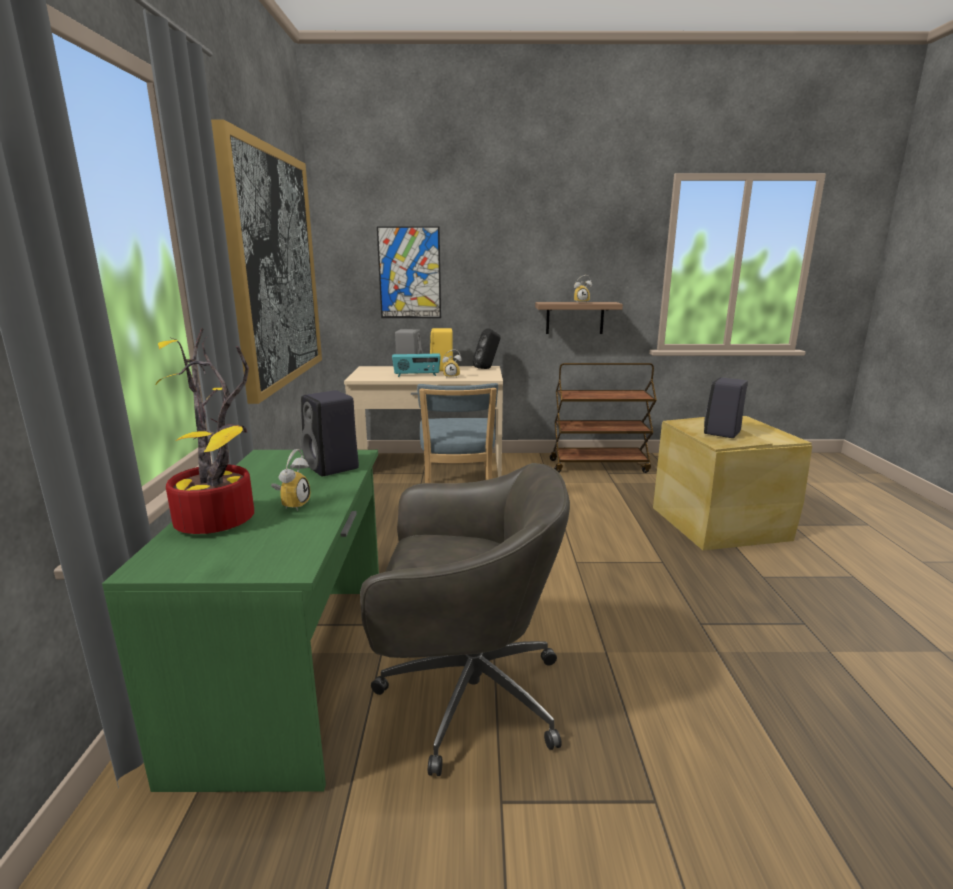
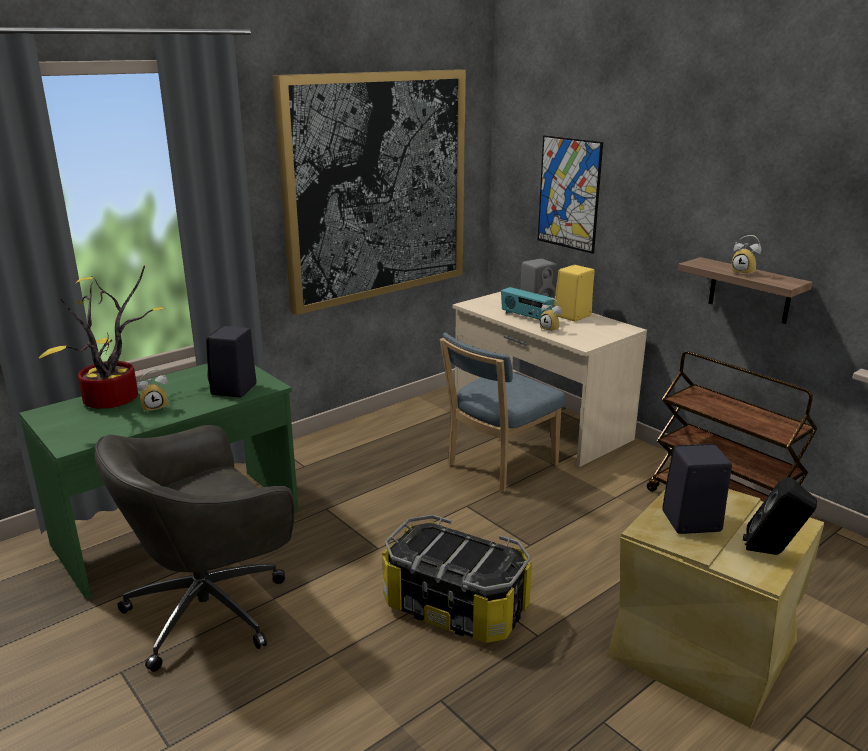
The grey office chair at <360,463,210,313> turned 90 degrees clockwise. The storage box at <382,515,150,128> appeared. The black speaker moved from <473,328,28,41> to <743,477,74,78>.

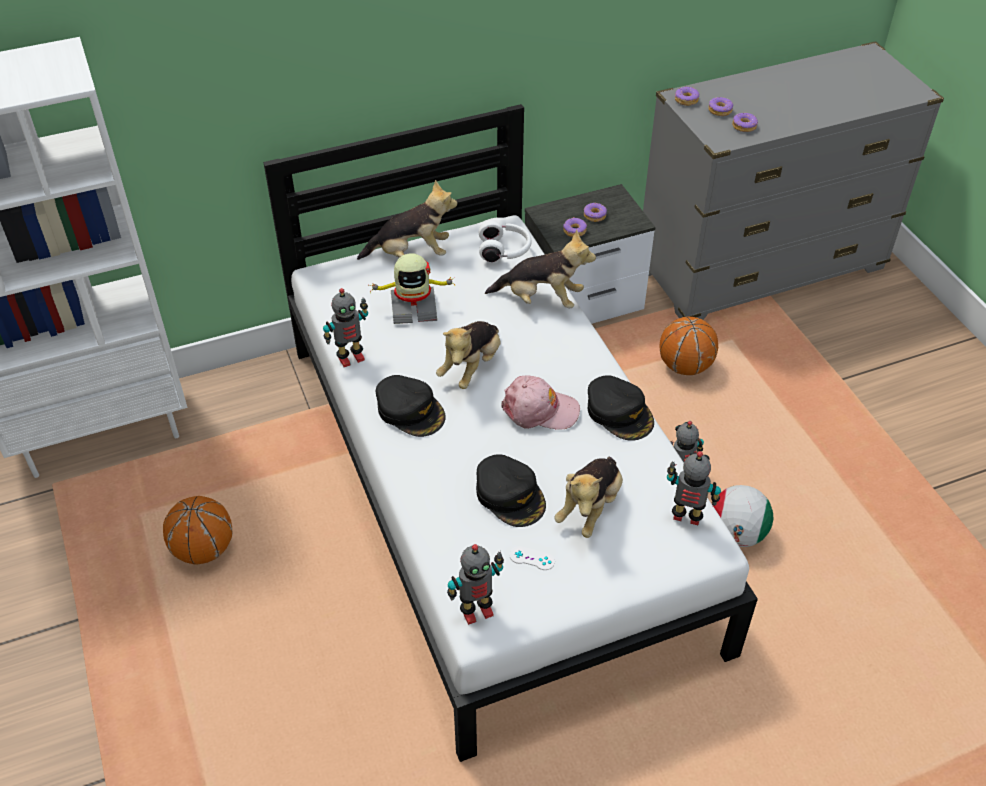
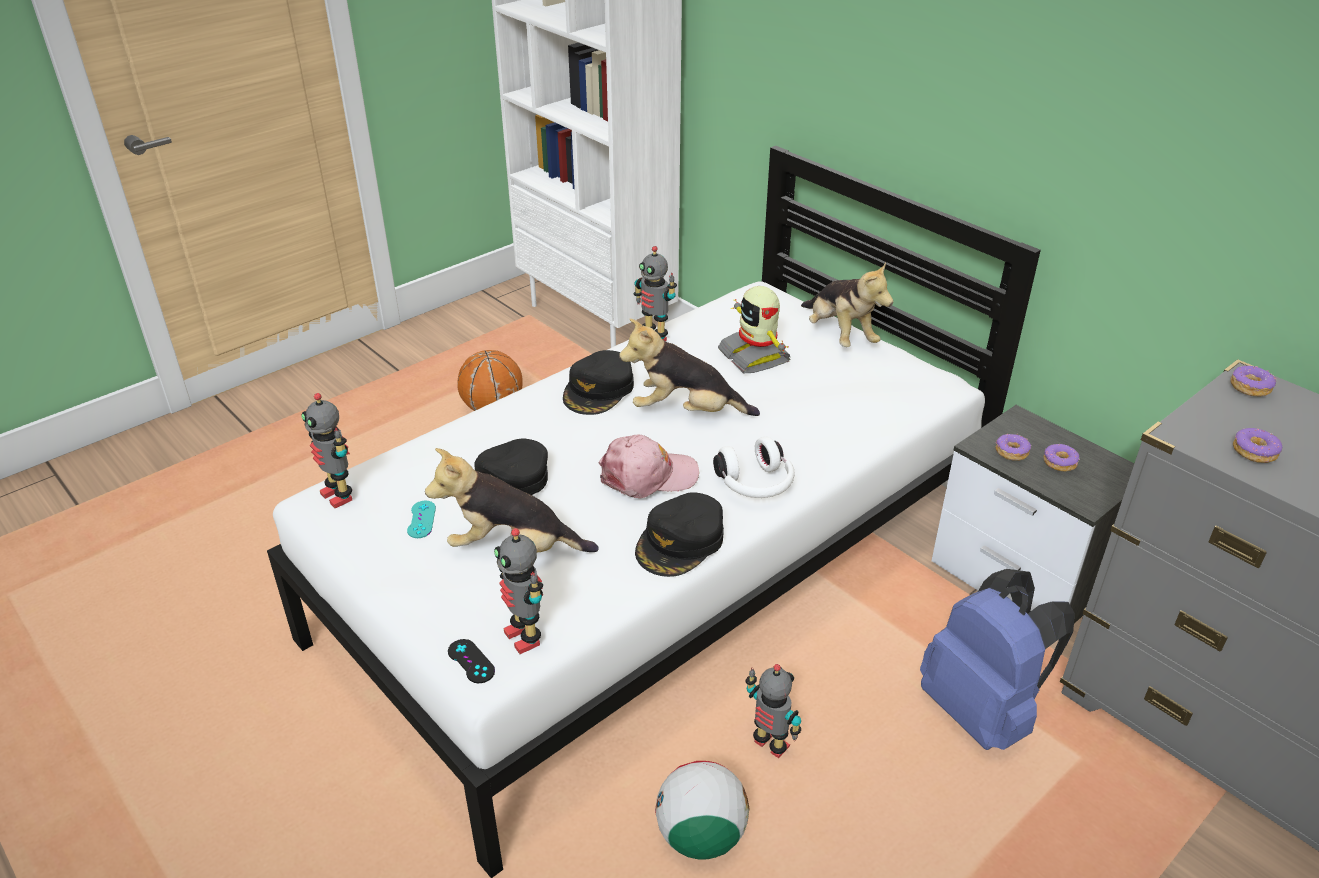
The white game controller at <509,546,46,24> became the turquoise game controller at <407,501,29,37>. The black game controller at <448,639,47,44> appeared. The toy robot at <667,451,54,74> turned 150 degrees clockwise. The pink cap at <501,375,79,54> turned 90 degrees counterclockwise. The white headphones moved from <479,221,52,41> to <713,437,82,61>. The basketball at <660,317,58,58> was replaced by the blue backpack at <920,569,155,181>. The plush toy at <485,229,111,79> disappeared. The donut at <708,97,25,19> disappeared.

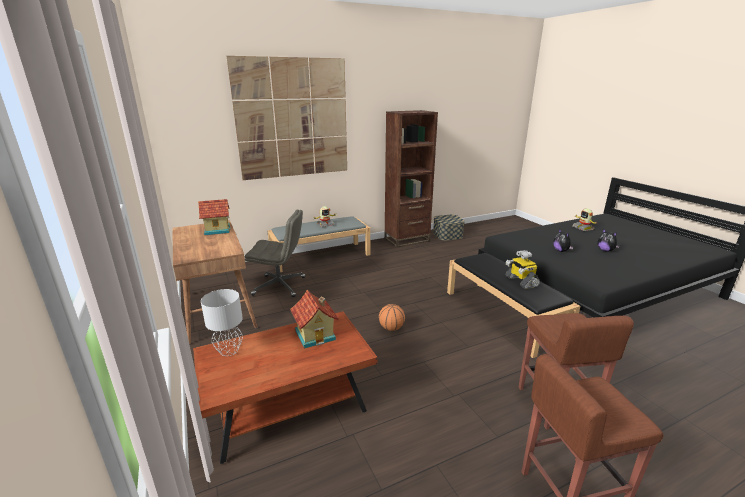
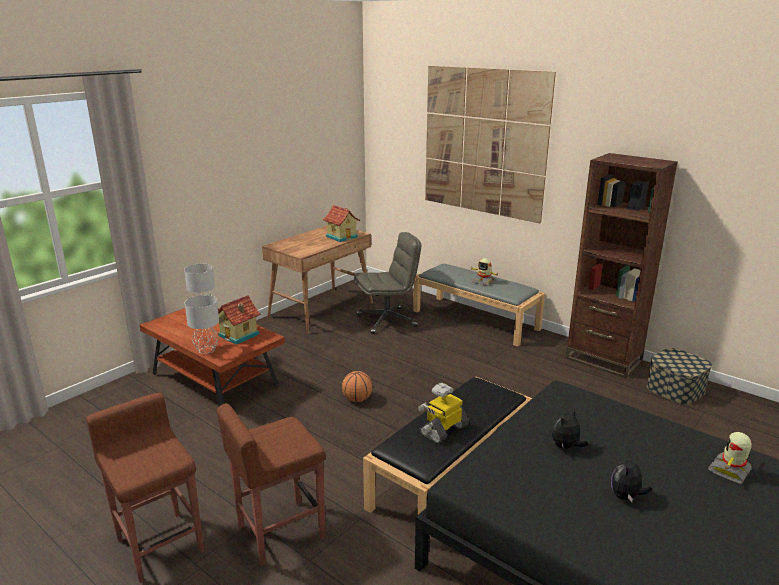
The grey table lamp at <185,295,34,59> appeared. The grey office chair at <245,209,60,88> turned 90 degrees counterclockwise.

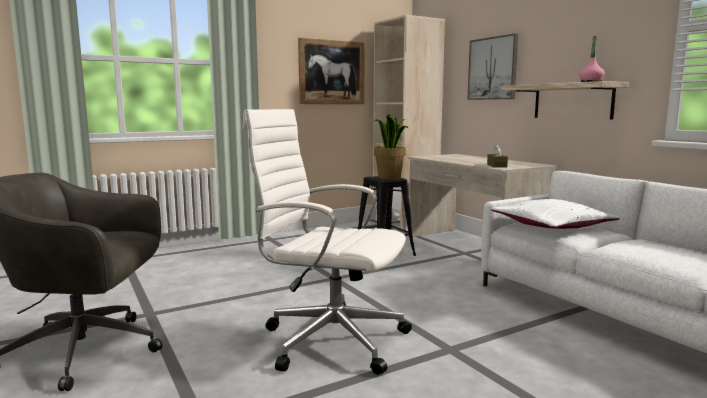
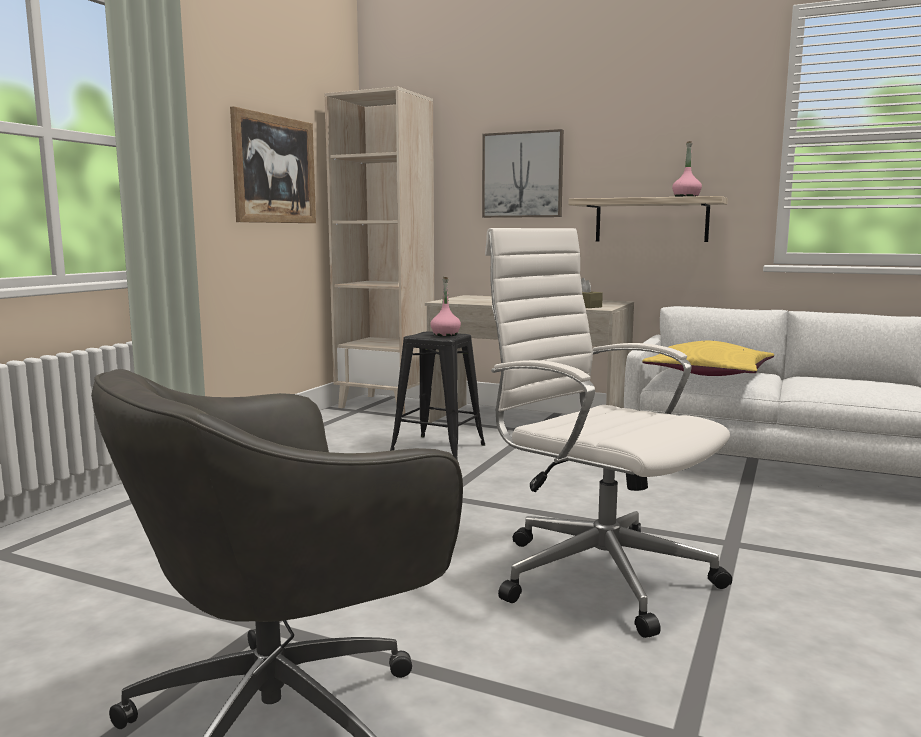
The potted plant at <374,114,34,66> was replaced by the pink bottle at <430,277,31,60>. The white office chair at <243,109,169,266> turned 60 degrees clockwise. The white pillow at <491,199,129,30> became the yellow pillow at <642,341,132,35>.

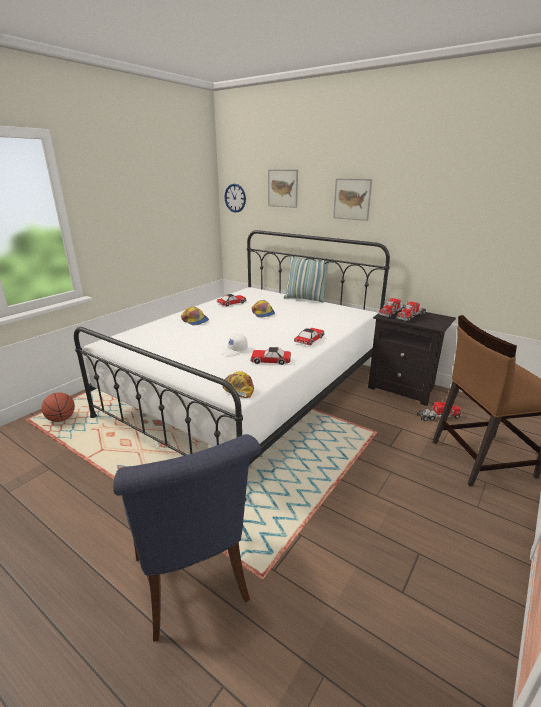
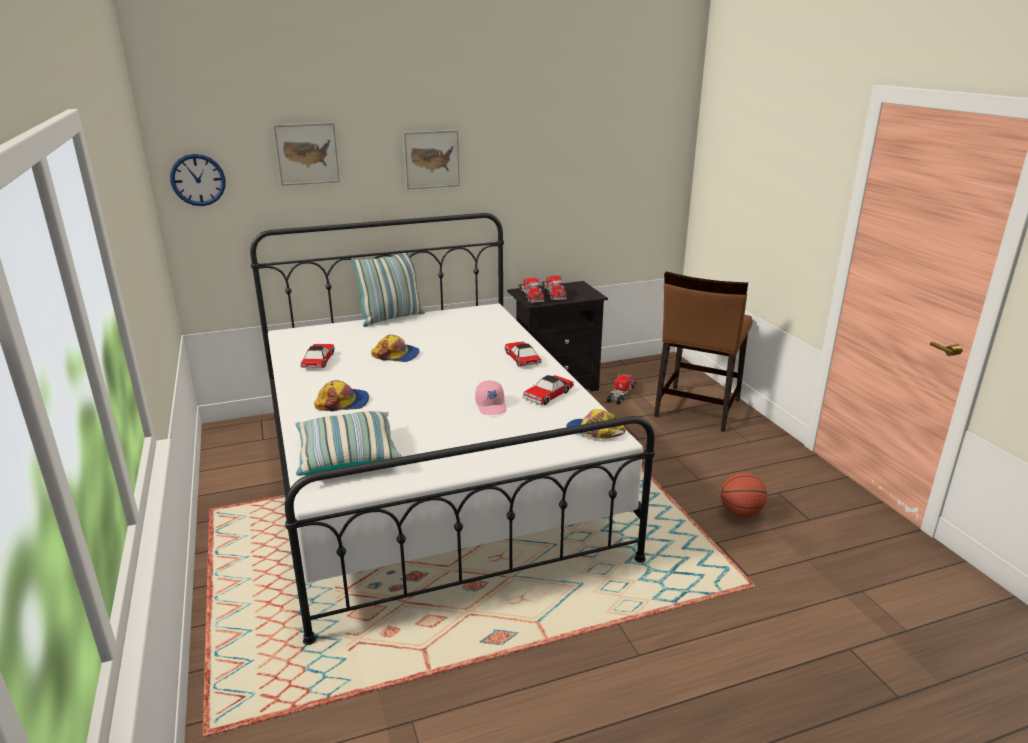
The pillow at <295,411,107,65> appeared. The white cap at <221,334,27,22> became the pink cap at <475,380,31,35>. The basketball moved from <42,392,33,30> to <721,472,46,46>. The blue chair at <113,434,148,208> disappeared.

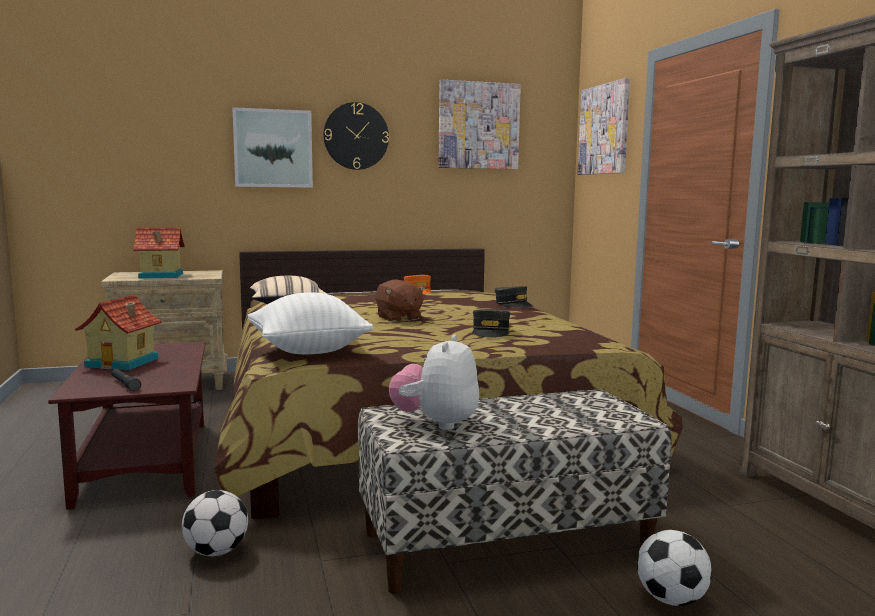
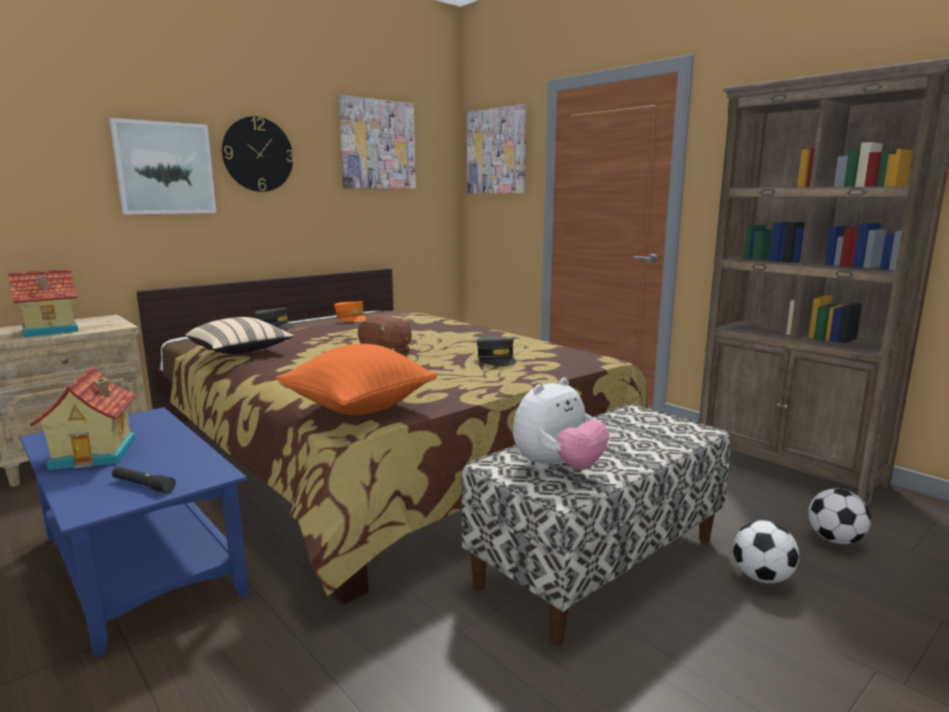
The brown coffee table at <48,342,158,168> became the blue coffee table at <20,407,229,251>. The grey cap moved from <494,286,40,22> to <254,308,41,21>. The white pillow at <248,292,125,62> became the orange pillow at <276,344,161,71>. The plush toy at <389,334,90,96> turned 120 degrees counterclockwise. The football moved from <182,490,66,66> to <808,489,63,55>.

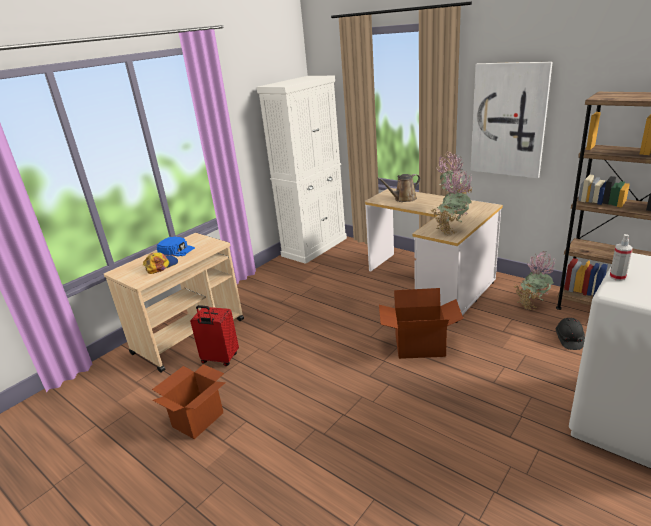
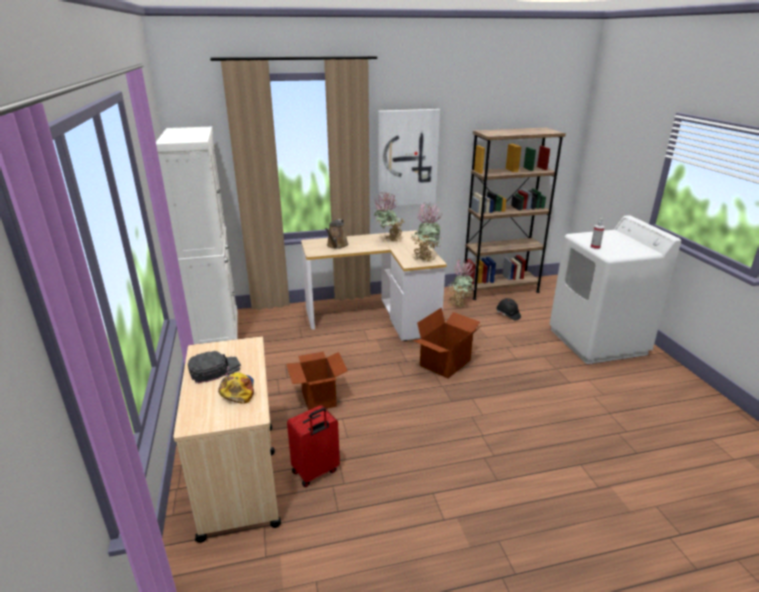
The blue cap at <157,237,38,19> became the black cap at <188,351,53,33>. The cardboard box moved from <152,364,74,75> to <286,352,62,59>.

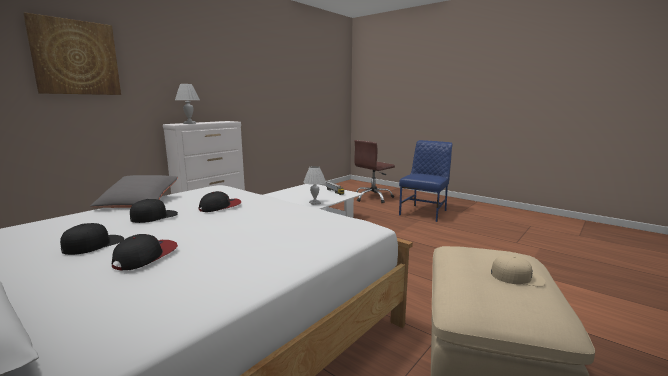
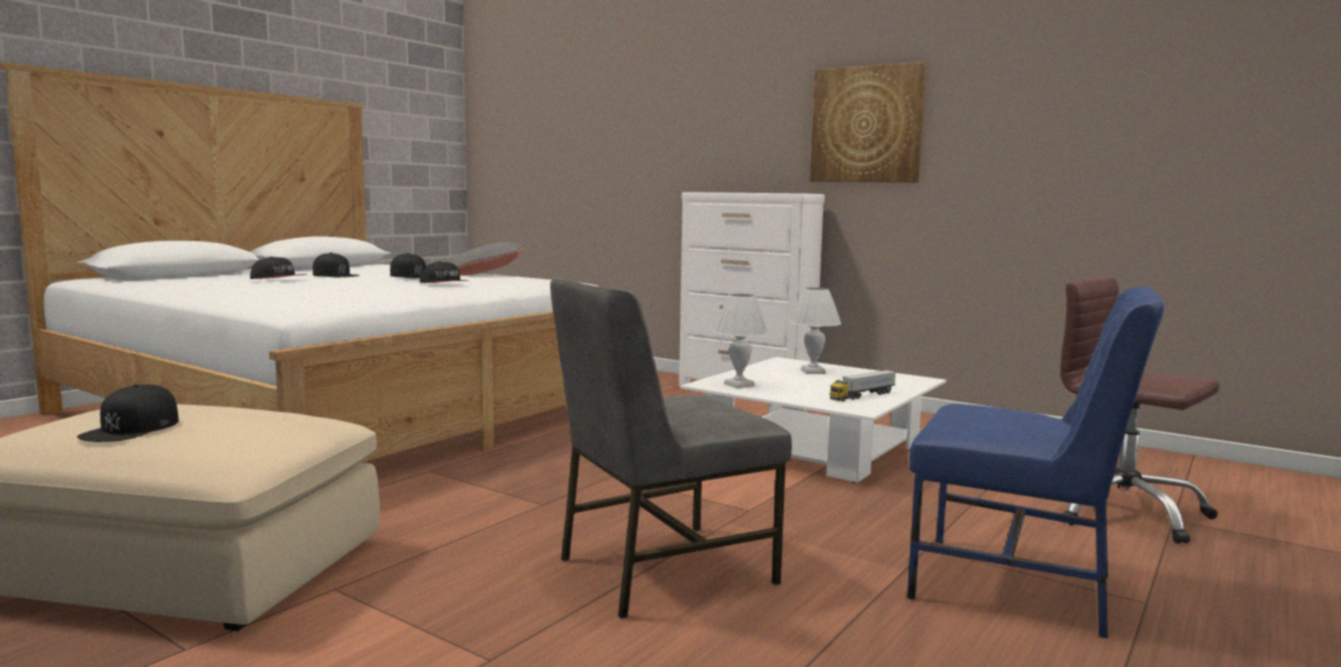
The beige cap at <491,255,55,32> became the black cap at <77,384,102,58>. The grey chair at <550,277,242,342> appeared. The white table lamp moved from <175,84,25,40> to <790,287,51,87>. The picture moved from <23,12,98,83> to <810,62,116,121>.

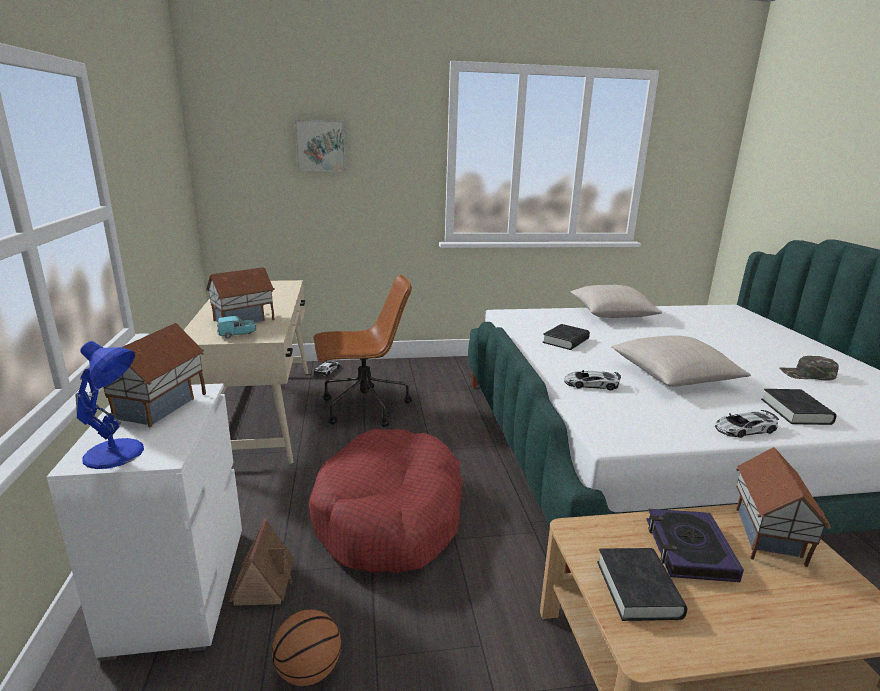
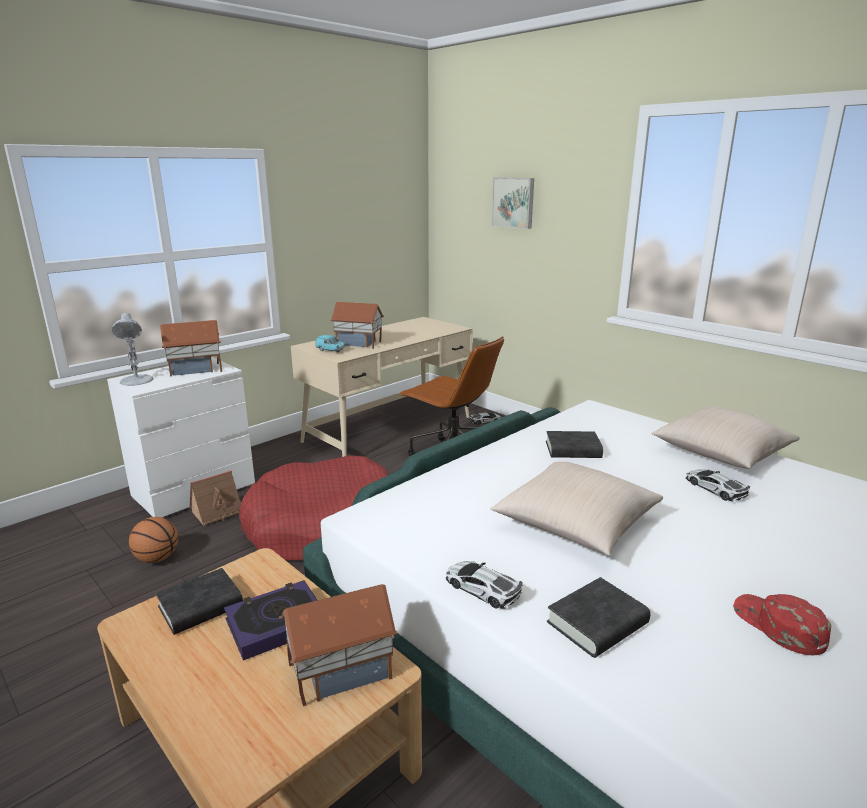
The blue table lamp at <75,341,69,128> became the white table lamp at <112,313,41,73>. The toy car moved from <564,370,57,21> to <686,469,64,32>. The green cap at <779,356,60,25> became the red cap at <733,594,99,61>.

